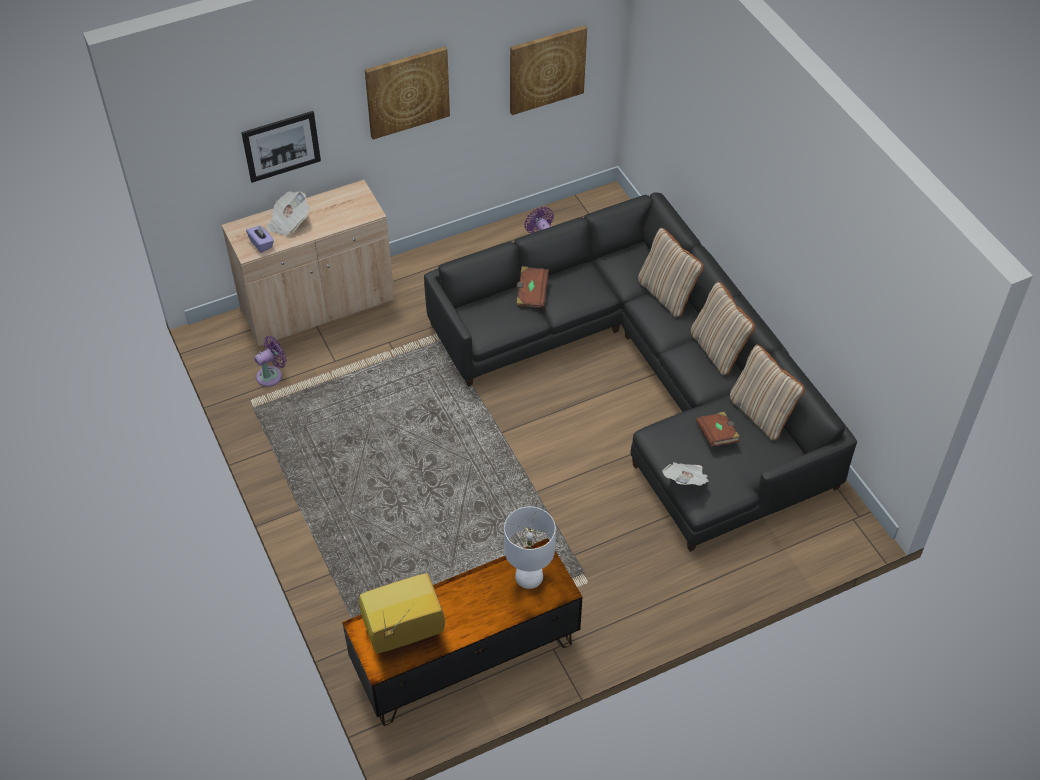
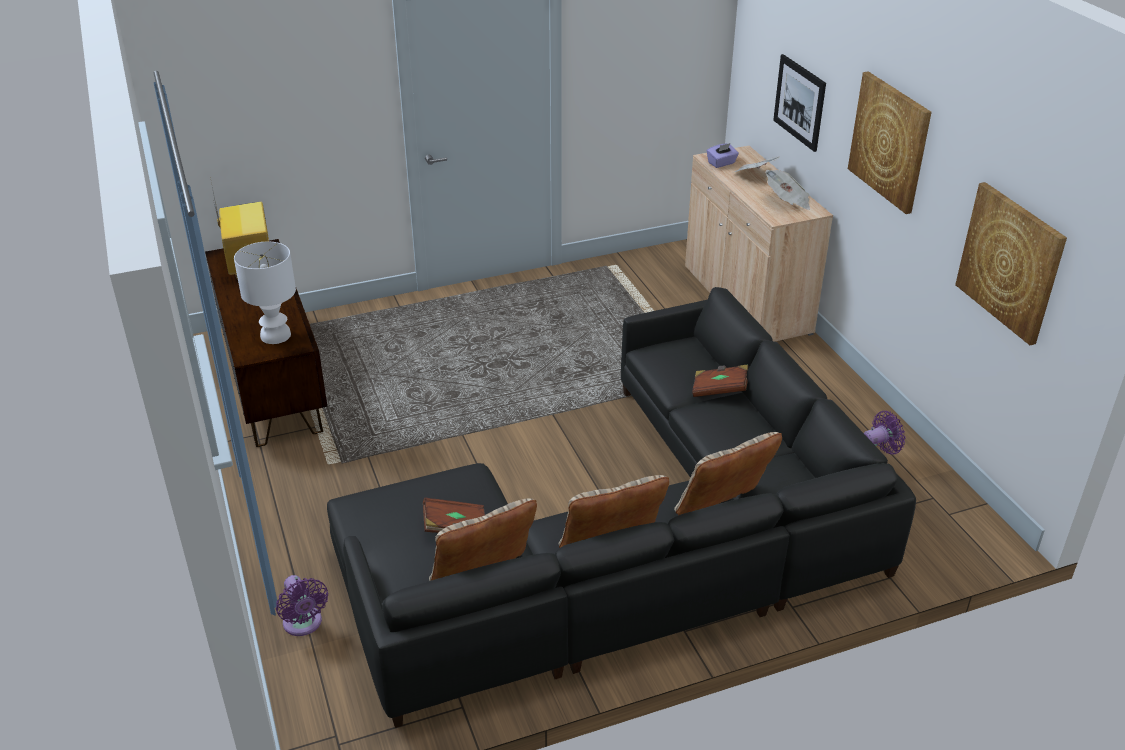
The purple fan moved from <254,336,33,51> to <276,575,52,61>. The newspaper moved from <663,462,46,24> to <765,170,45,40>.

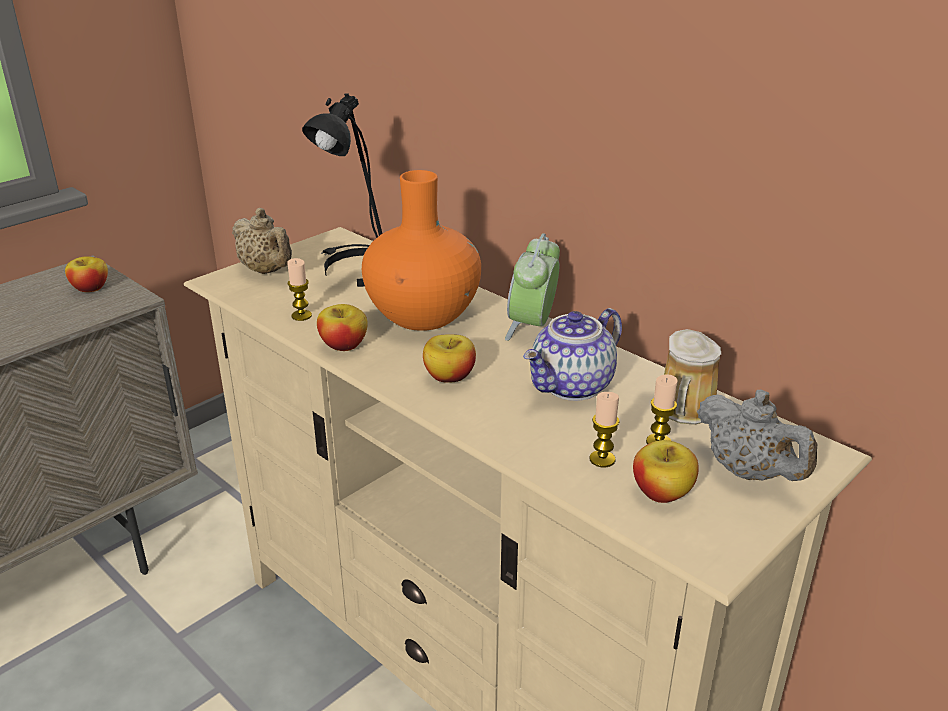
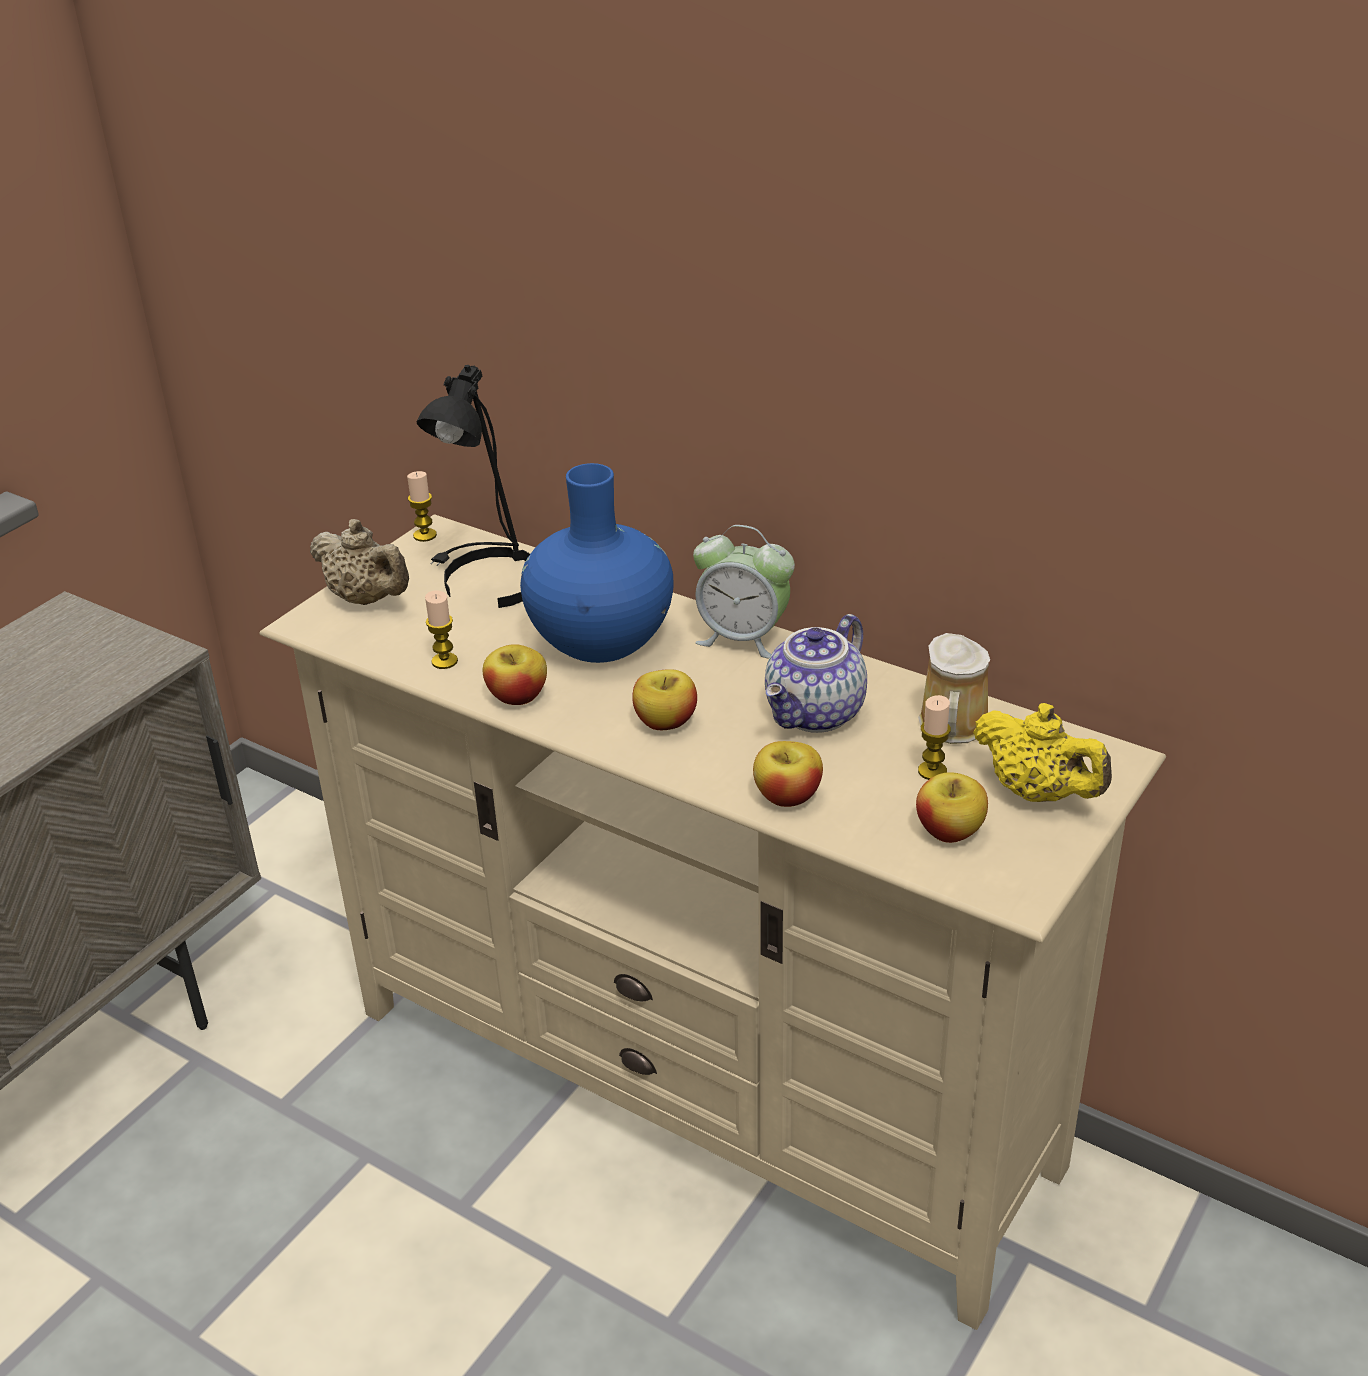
The candle moved from <589,392,30,75> to <407,471,30,71>. The orange vase at <362,170,119,161> became the blue vase at <520,463,154,200>. The alarm clock at <505,233,55,108> turned 75 degrees counterclockwise. The apple moved from <65,256,43,36> to <753,741,70,66>. The grey teapot at <697,390,120,91> became the yellow teapot at <973,703,139,99>.

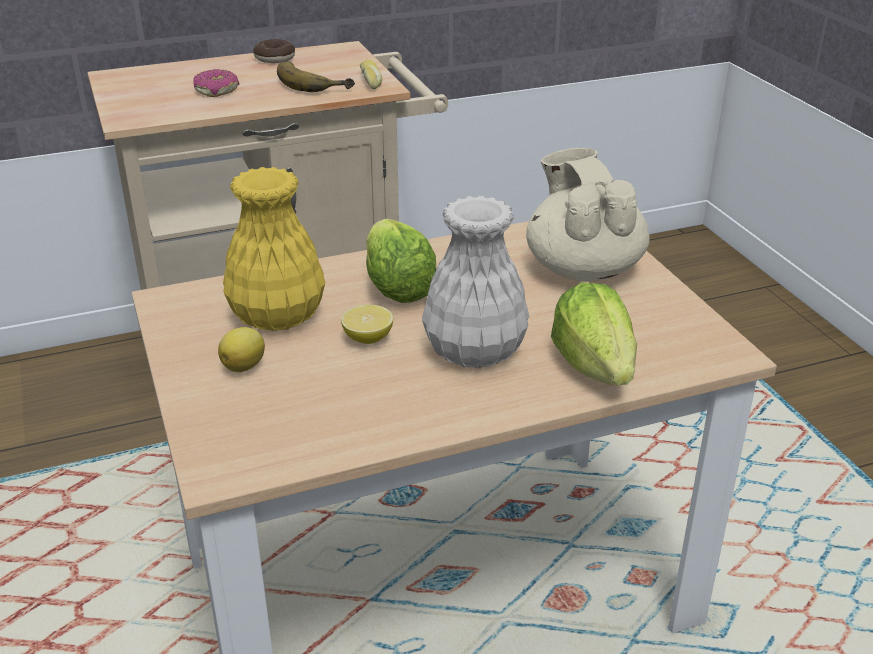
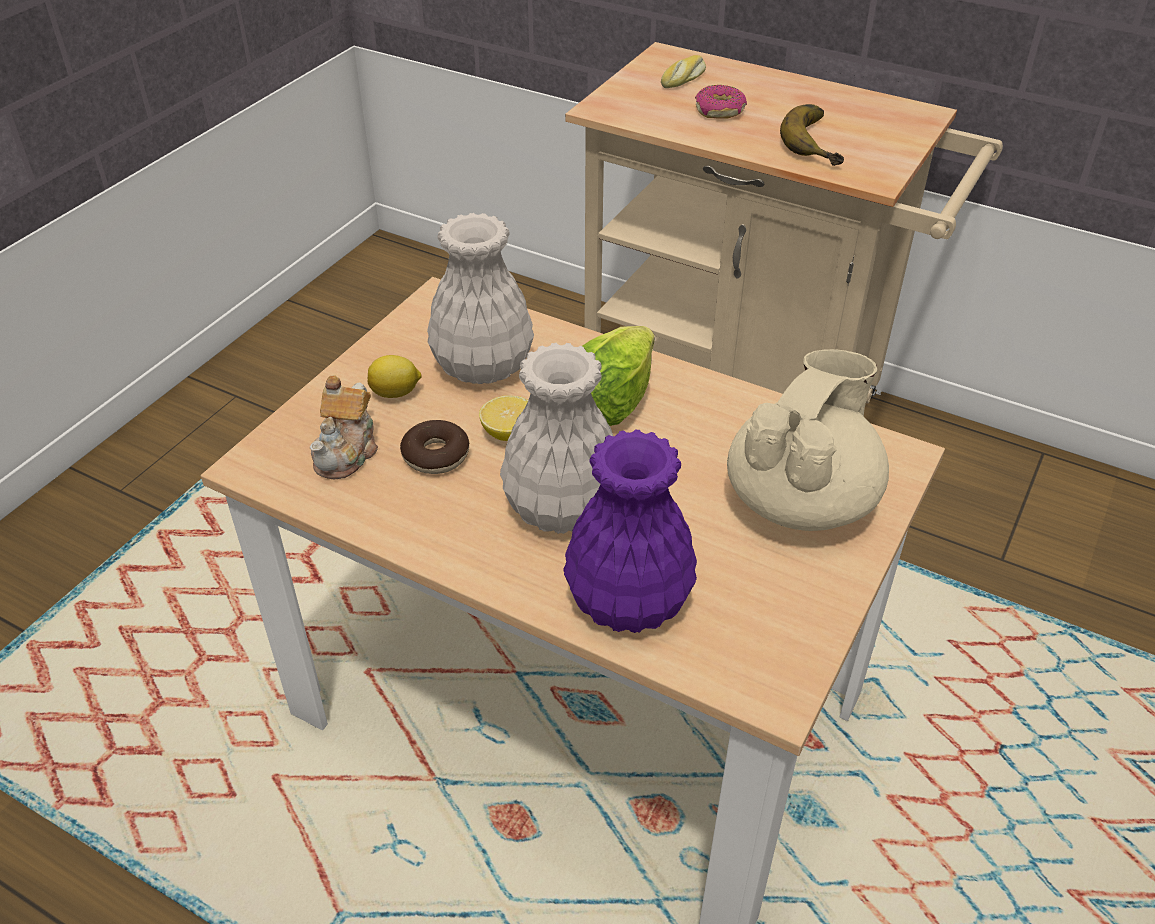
The teapot at <310,375,68,104> appeared. The donut moved from <253,39,42,24> to <400,420,69,54>. The yellow vase at <223,167,102,164> became the white vase at <427,213,107,171>. The lettuce at <551,282,86,104> was replaced by the purple vase at <563,430,134,203>. The bread moved from <360,60,22,30> to <661,55,45,33>.

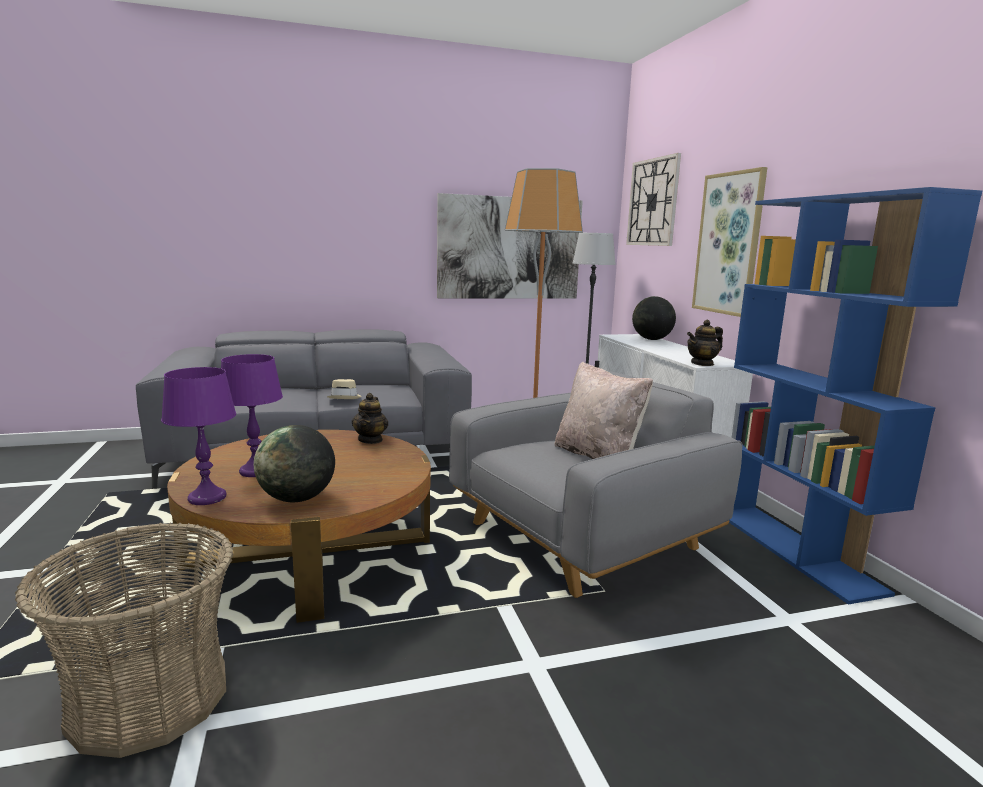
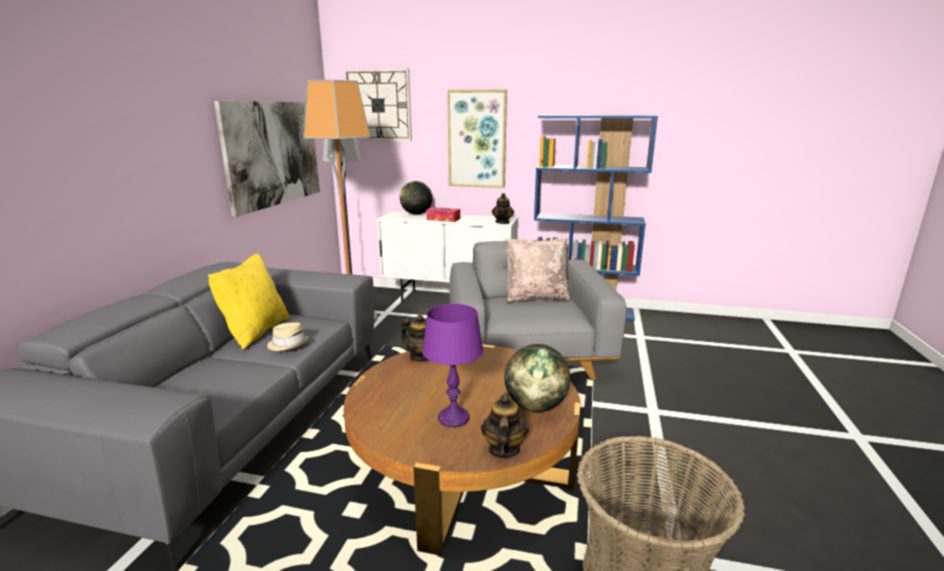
The yellow pillow at <208,254,81,96> appeared. The tissue box at <426,207,34,15> appeared. The purple table lamp at <161,367,75,138> was replaced by the teapot at <481,392,48,66>.

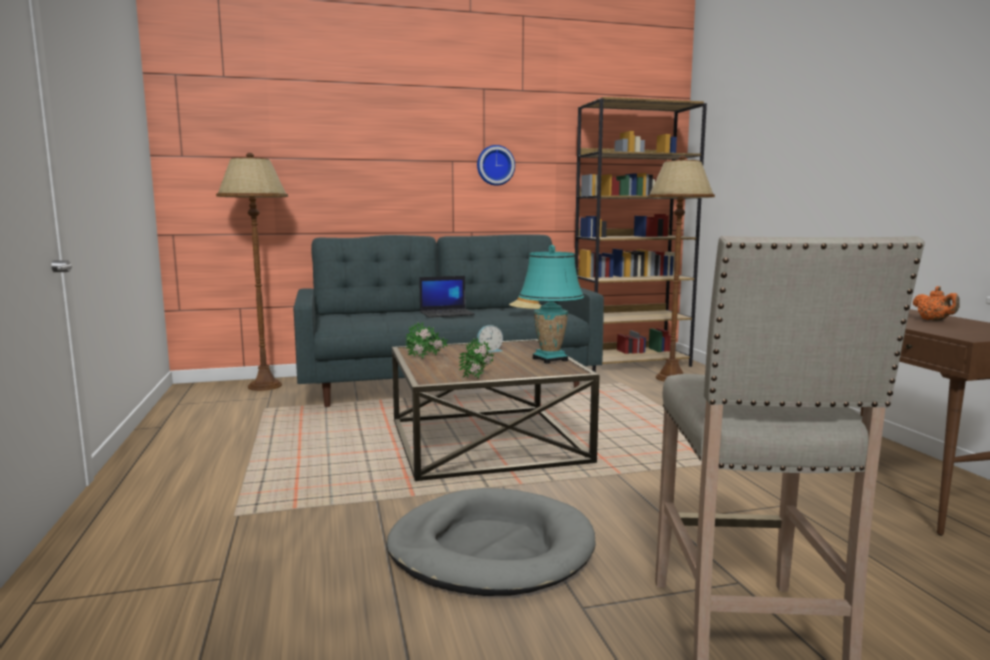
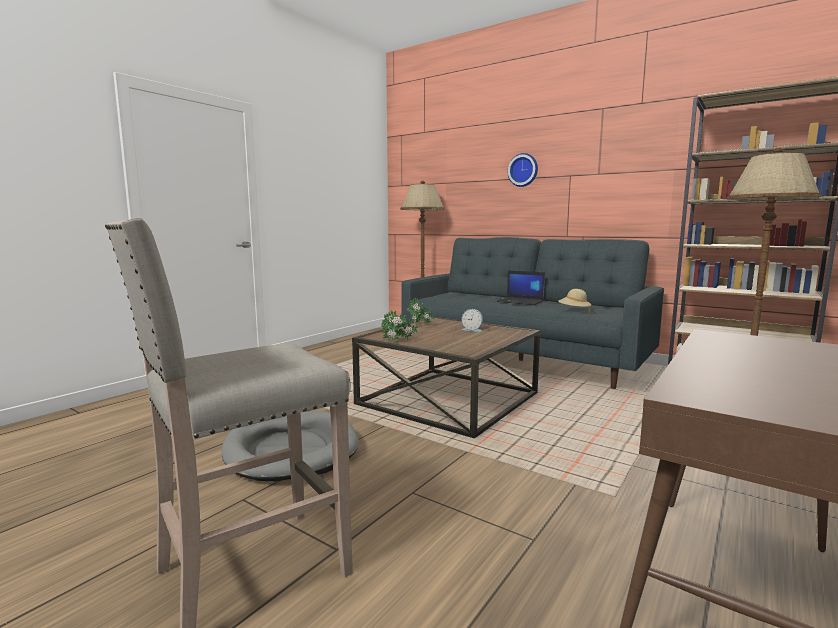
The wall clock moved from <477,145,38,41> to <508,153,30,34>. The turquoise table lamp at <519,245,65,119> disappeared. The orange teapot at <913,286,47,35> disappeared.

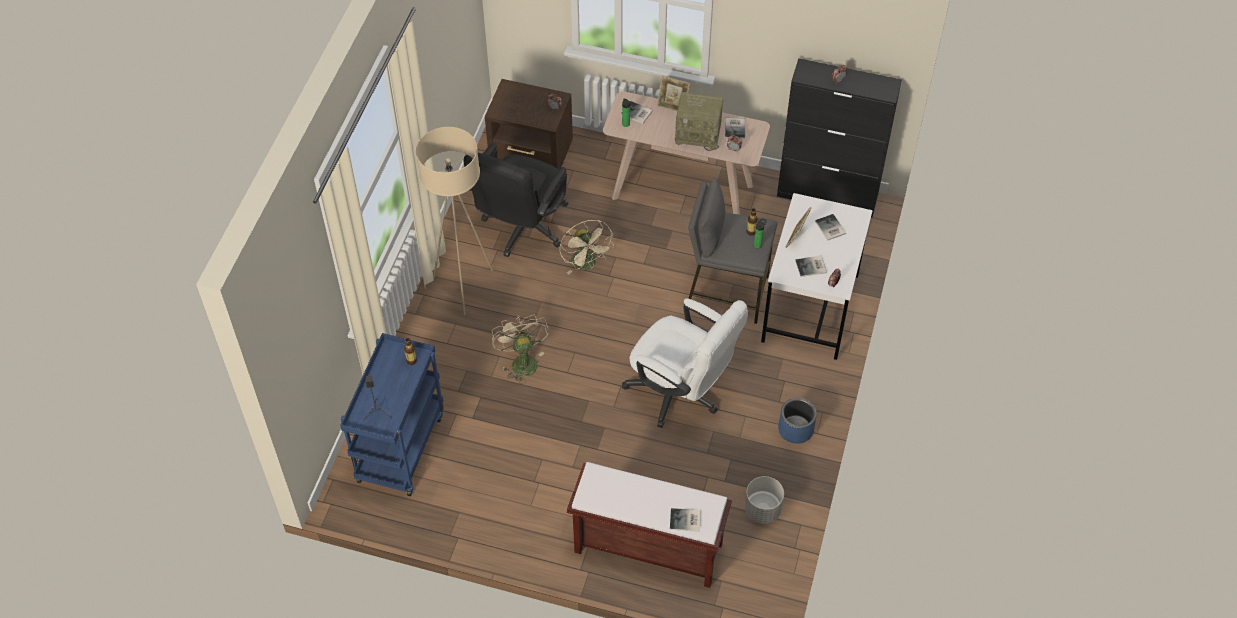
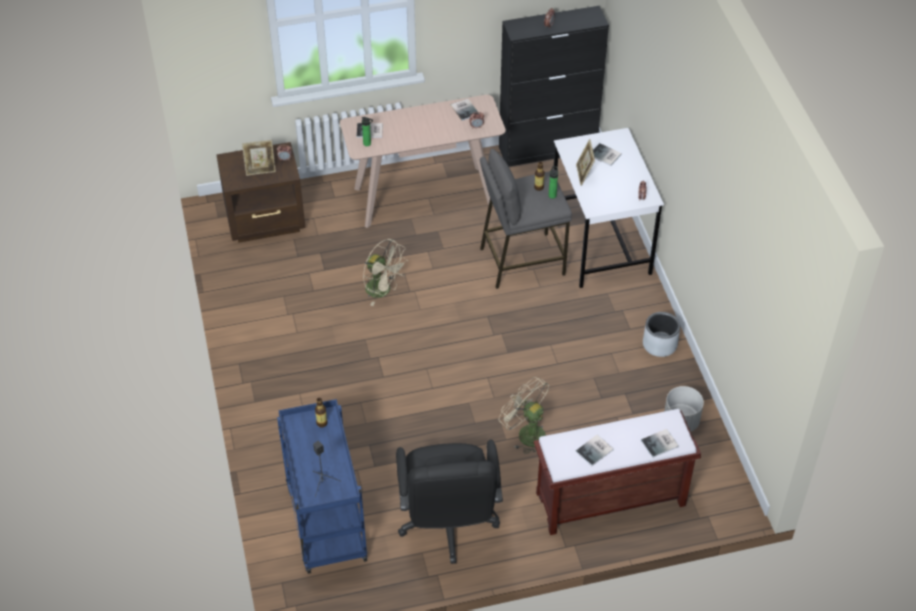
The picture frame moved from <657,76,33,35> to <242,140,34,36>. The black office chair moved from <464,143,105,114> to <396,439,107,125>. The beige fan moved from <492,315,57,69> to <499,377,50,77>. The book moved from <795,255,32,22> to <576,435,38,31>. The blue planter at <778,398,39,46> became the grey planter at <643,312,37,45>. The beige floor lamp at <416,127,77,188> disappeared. The white office chair at <622,299,126,129> disappeared. The radio at <675,92,48,59> disappeared.

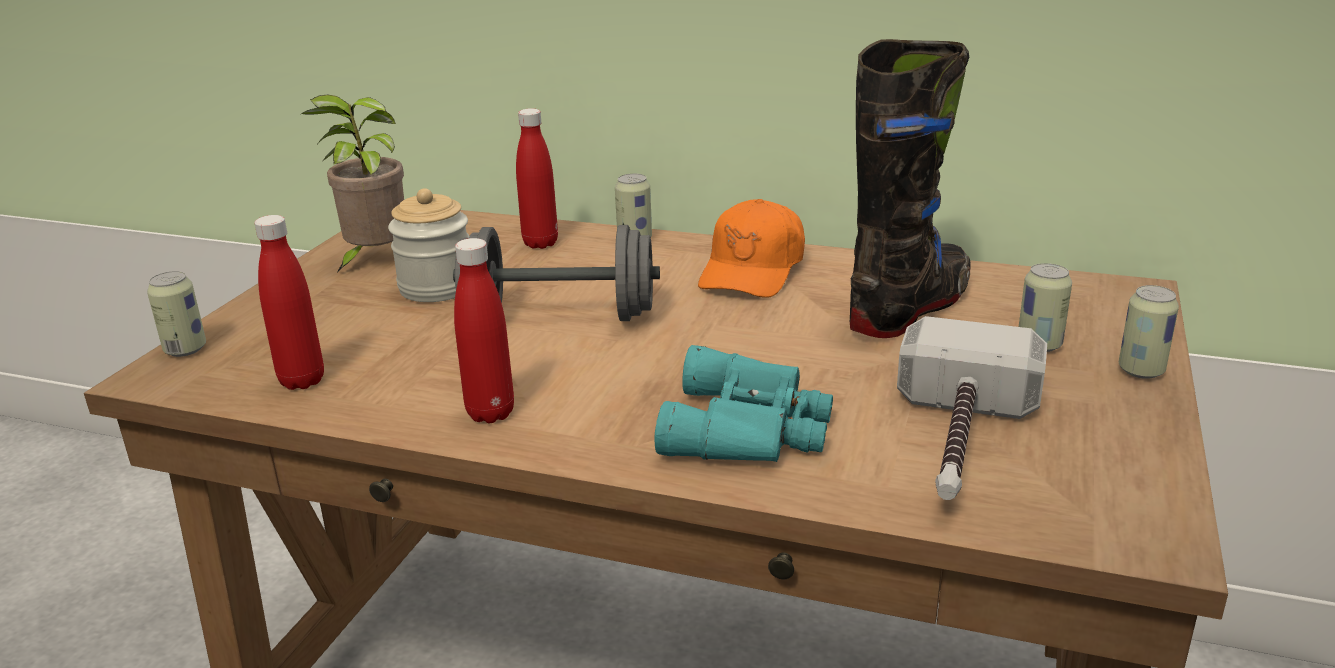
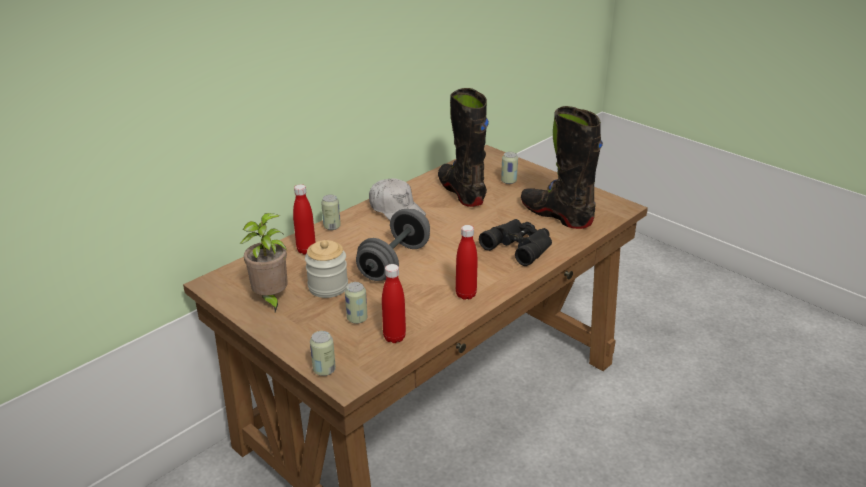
The can moved from <1119,285,60,94> to <345,282,22,42>. The orange cap at <698,199,107,99> became the white cap at <369,178,57,42>. The turquoise binoculars at <654,345,179,117> became the black binoculars at <479,219,73,47>. The hammer at <897,316,150,184> was replaced by the black boot at <521,106,82,123>.

